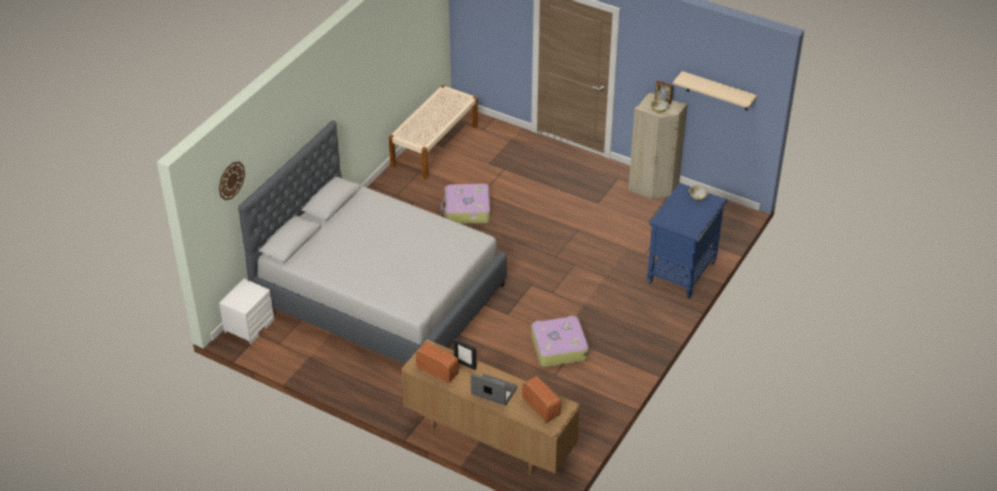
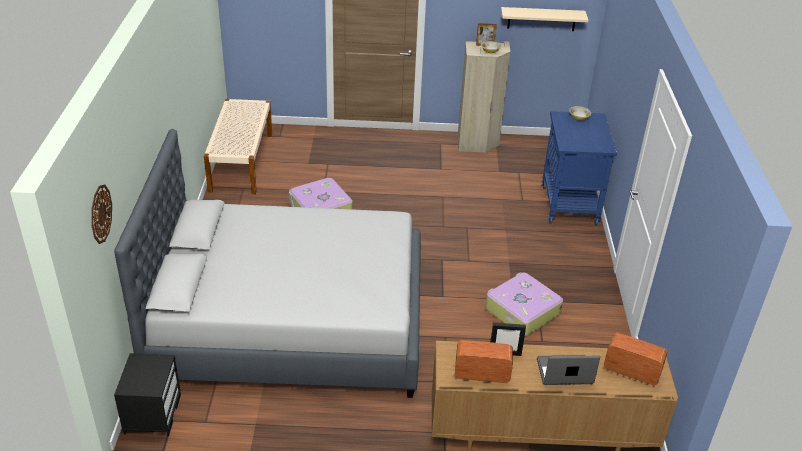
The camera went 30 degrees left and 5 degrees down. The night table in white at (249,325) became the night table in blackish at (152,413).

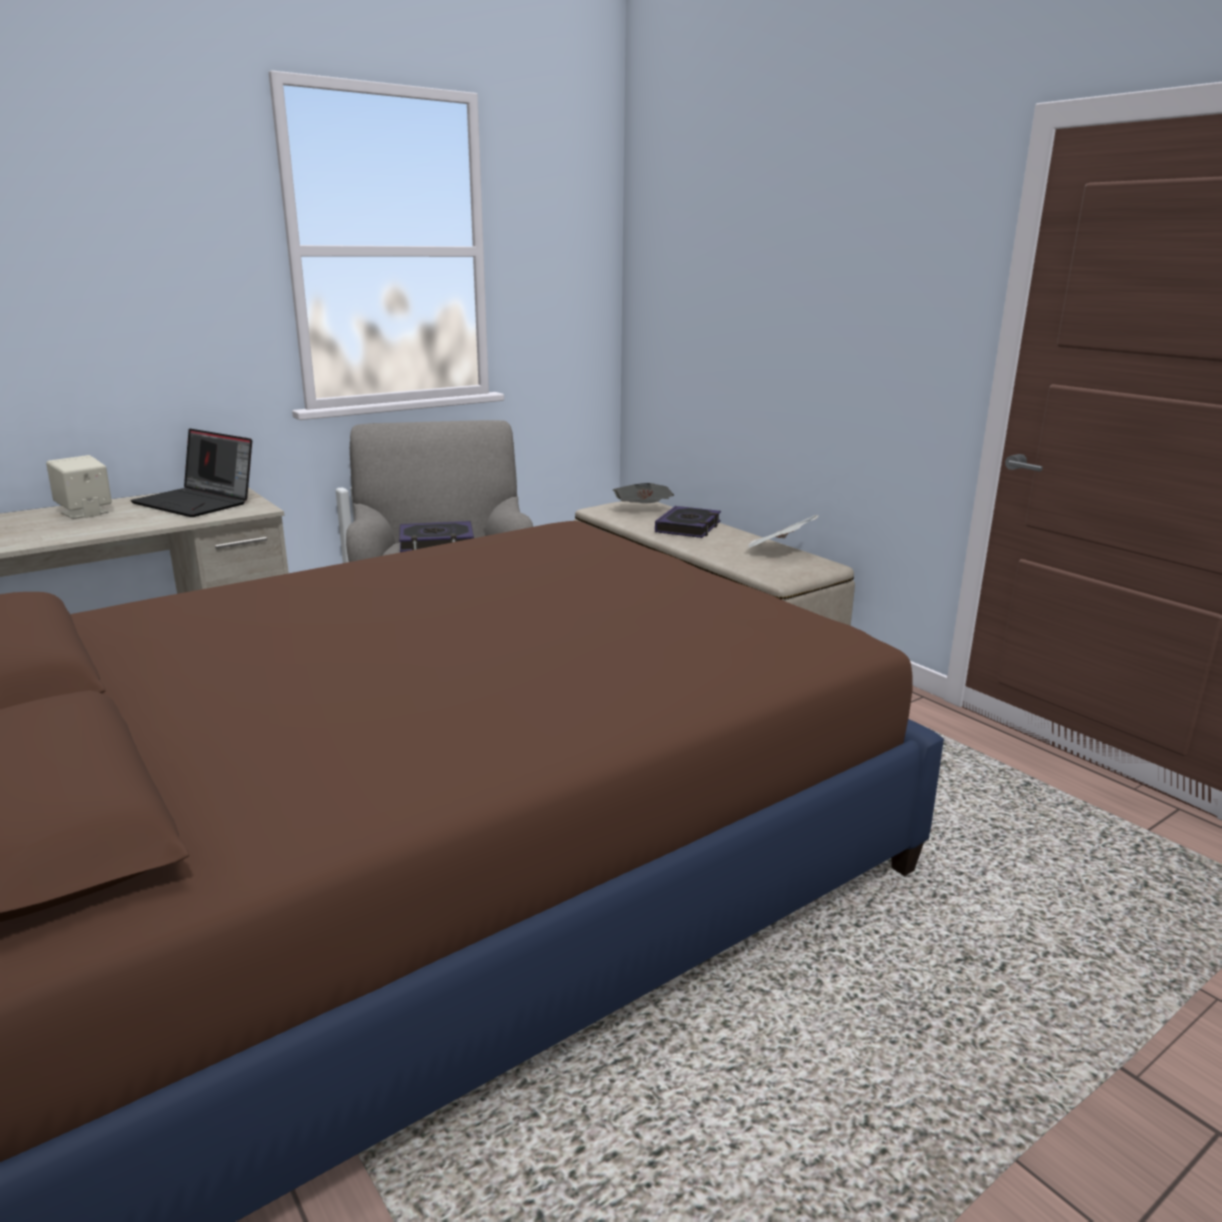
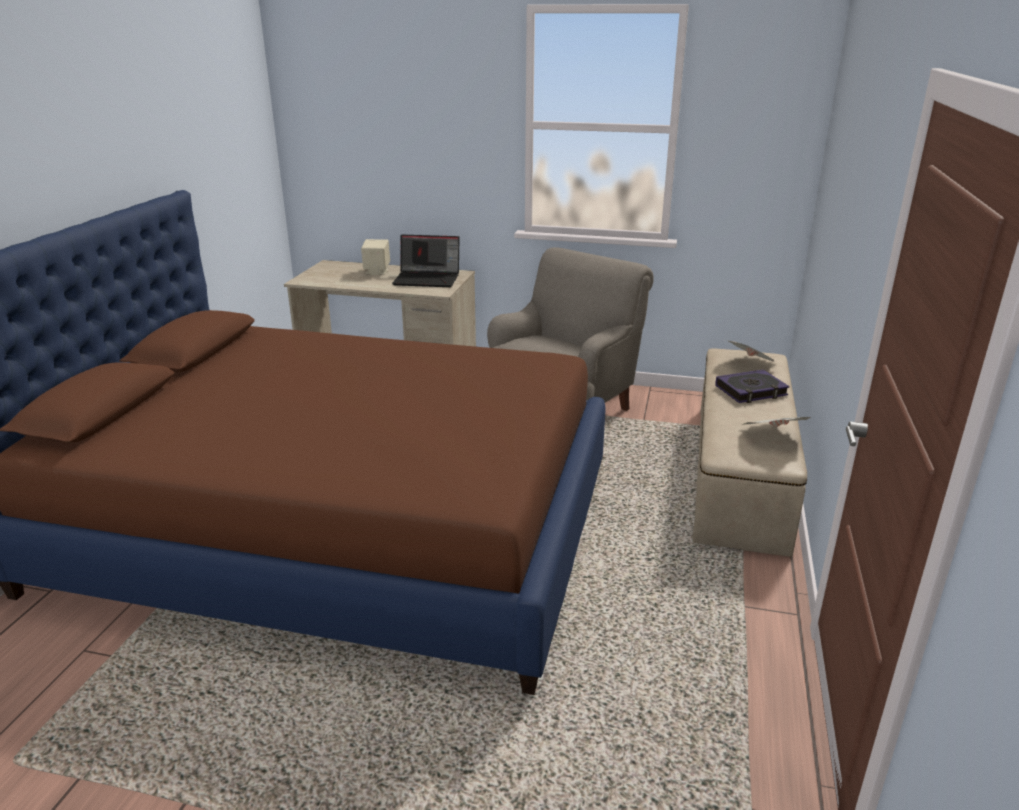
The camera went 50 degrees right and 5 degrees up. The volume at (436,543) disappeared. The notebook computer at (198,502) turned 75 degrees counterclockwise.

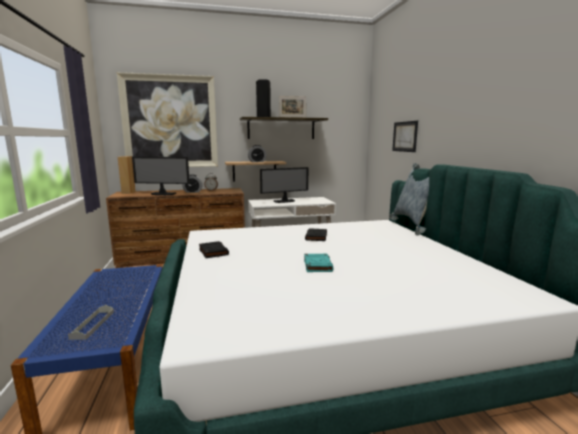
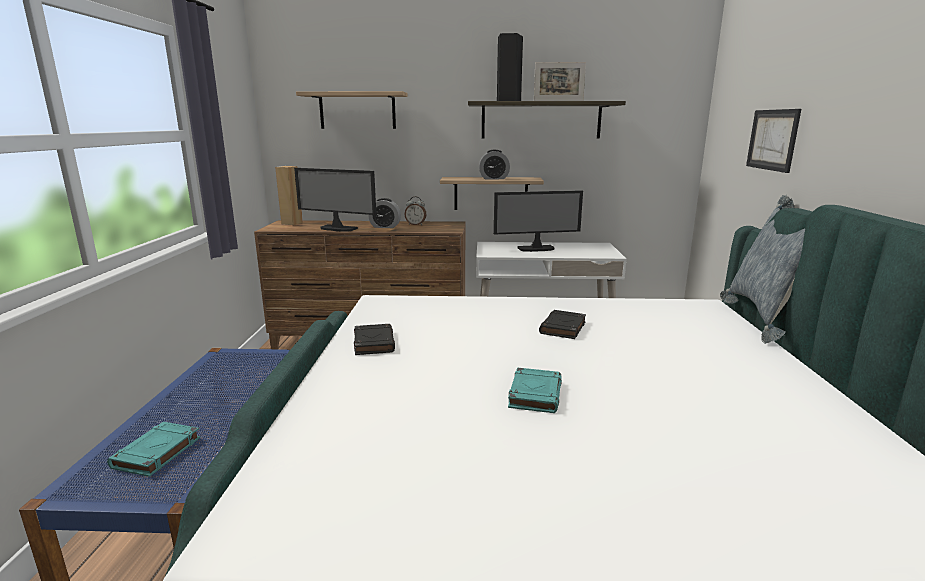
The camera went 15 degrees right and 5 degrees up. The serving tray in gray at (93,325) was replaced by the volume in blue-green at (156,453). The wall art at (170,122) was replaced by the bracket shelf at (357,111).

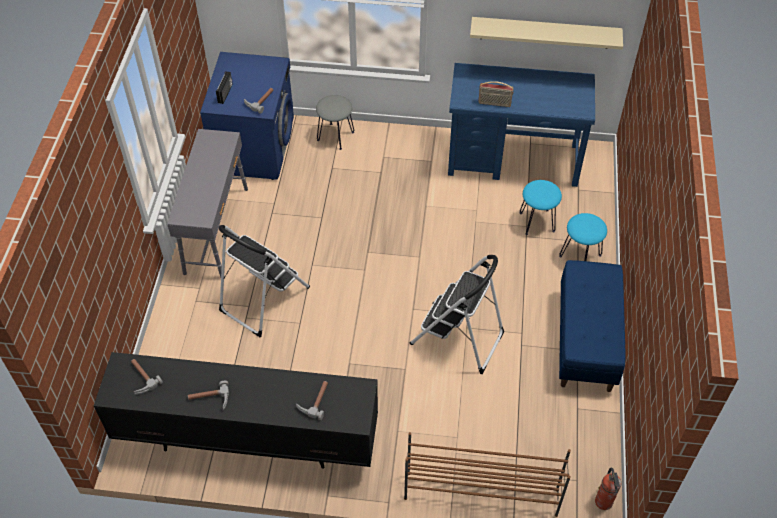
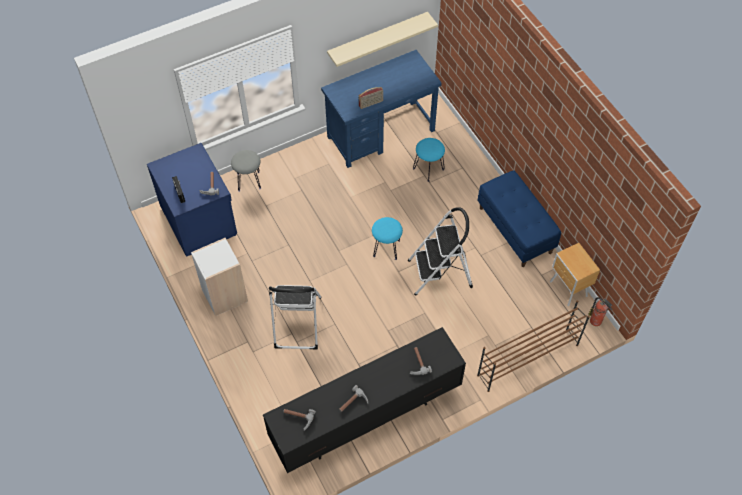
The camera went 35 degrees left and 5 degrees up. The night table in brown-coloured at (568,290) appeared. The stool seat in blue-green moved from (580,256) to (386,248). The hall table in gray at (217,230) was replaced by the bookshelf at (224,295).

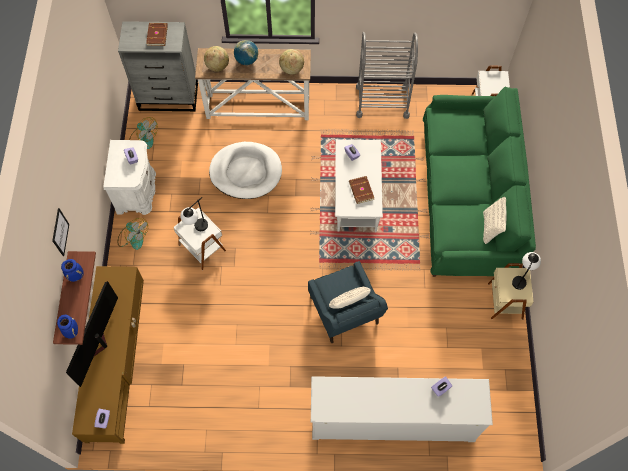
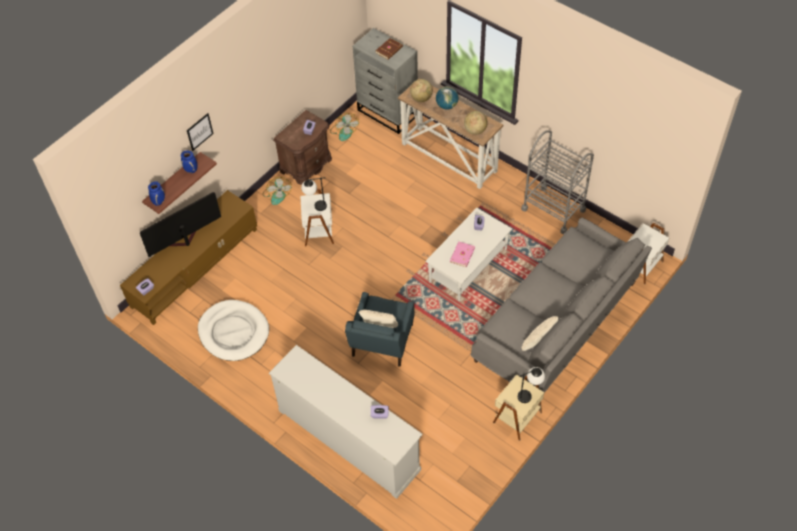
The camera went 40 degrees right and 10 degrees down. The pet bed in white moved from (246,172) to (234,332). The night table in white at (137,191) became the night table in brown-coloured at (308,165). The volume in brown-coloured at (361,191) became the volume in pinkish at (461,255). The couch in greenish at (467,198) became the couch in gray at (557,323).

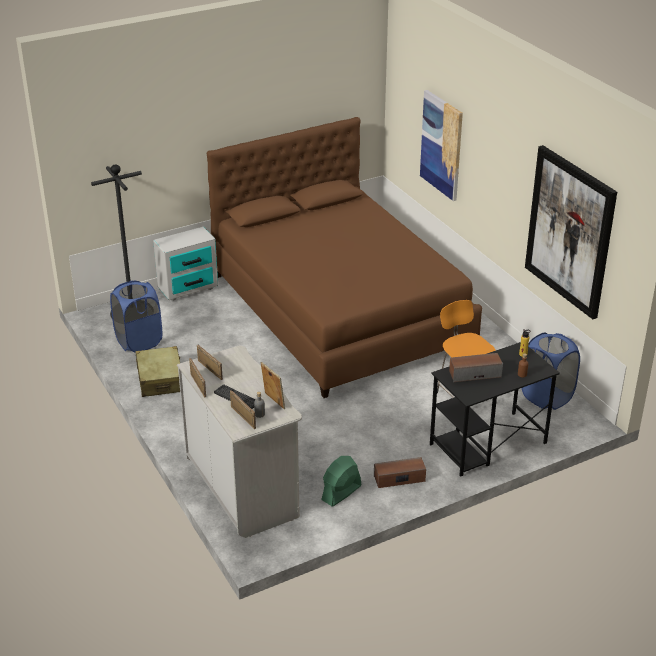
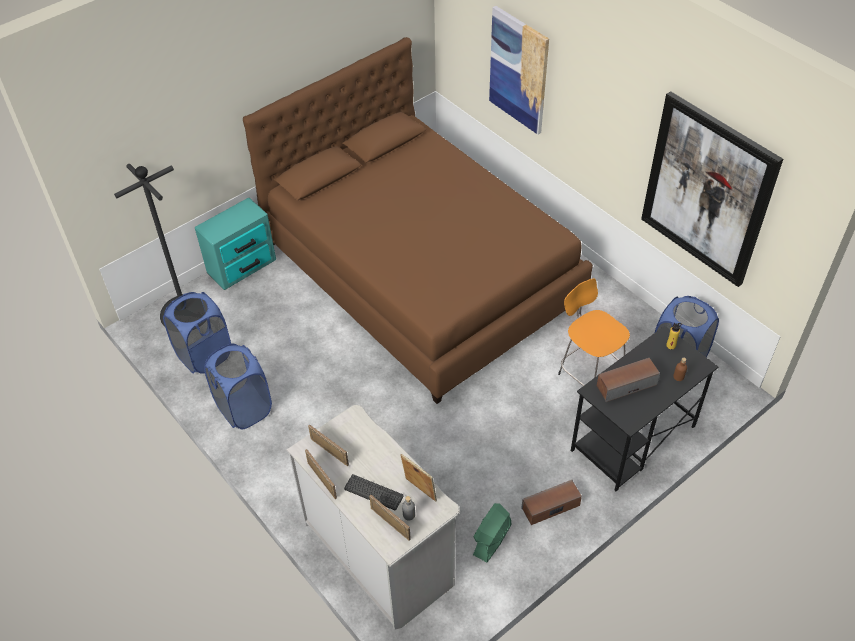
The camera went 10 degrees left and 15 degrees up. The suitcase in sand-coloured at (160,379) was replaced by the hamper in bluish at (244,408). The night table in white at (189,290) became the night table in blue-green at (243,270).

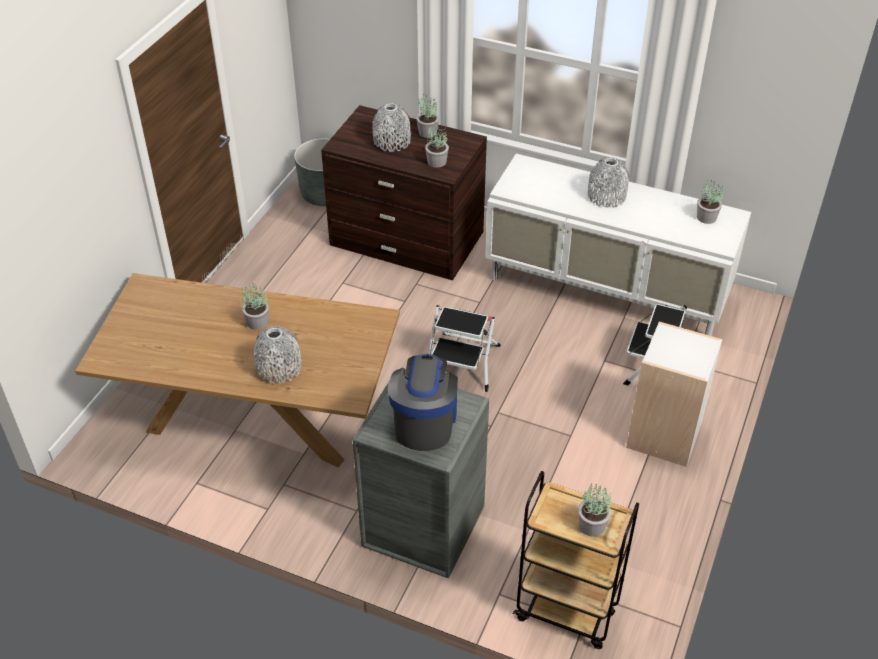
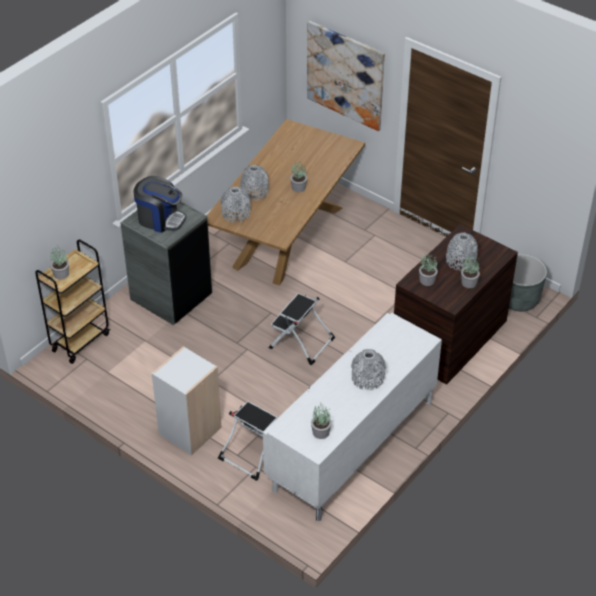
The camera went 105 degrees right and 0 degrees up. The flower vase in gray at (236,214) appeared. The wall art at (345,75) appeared.

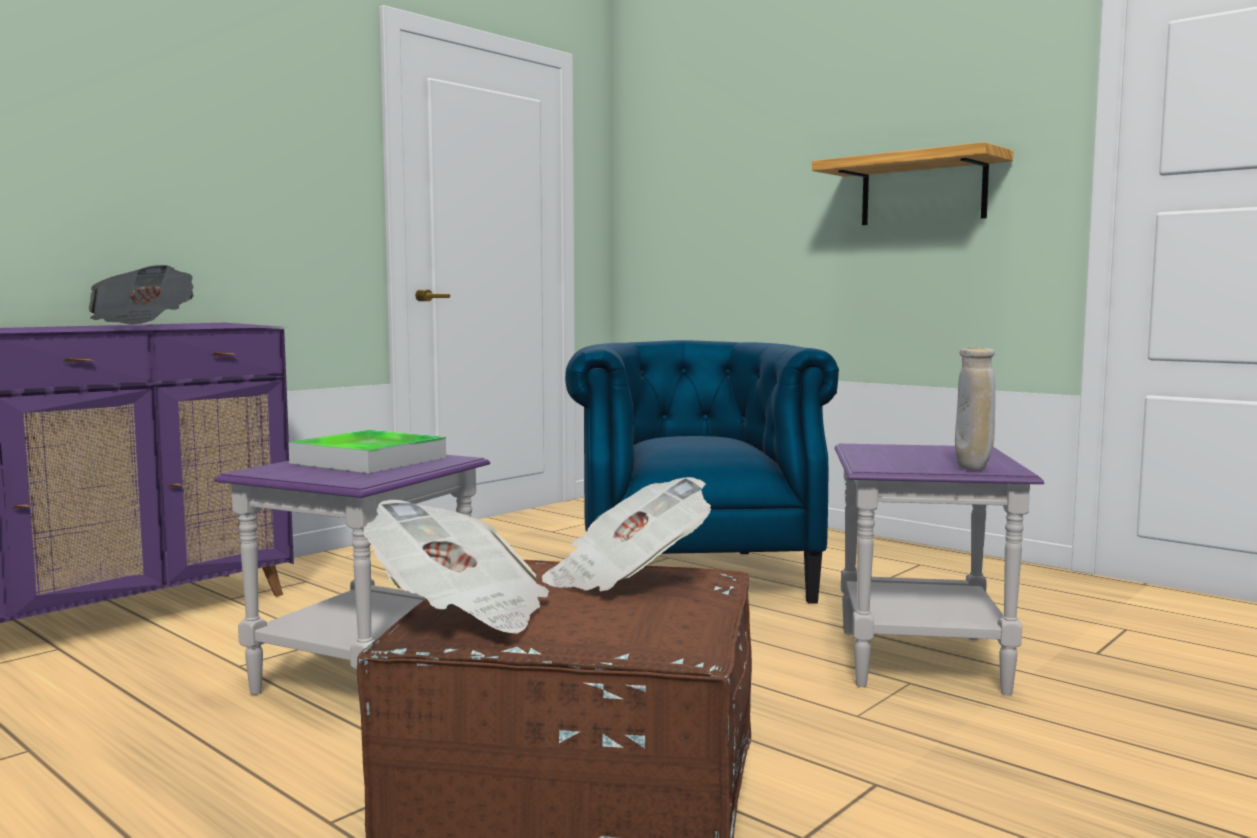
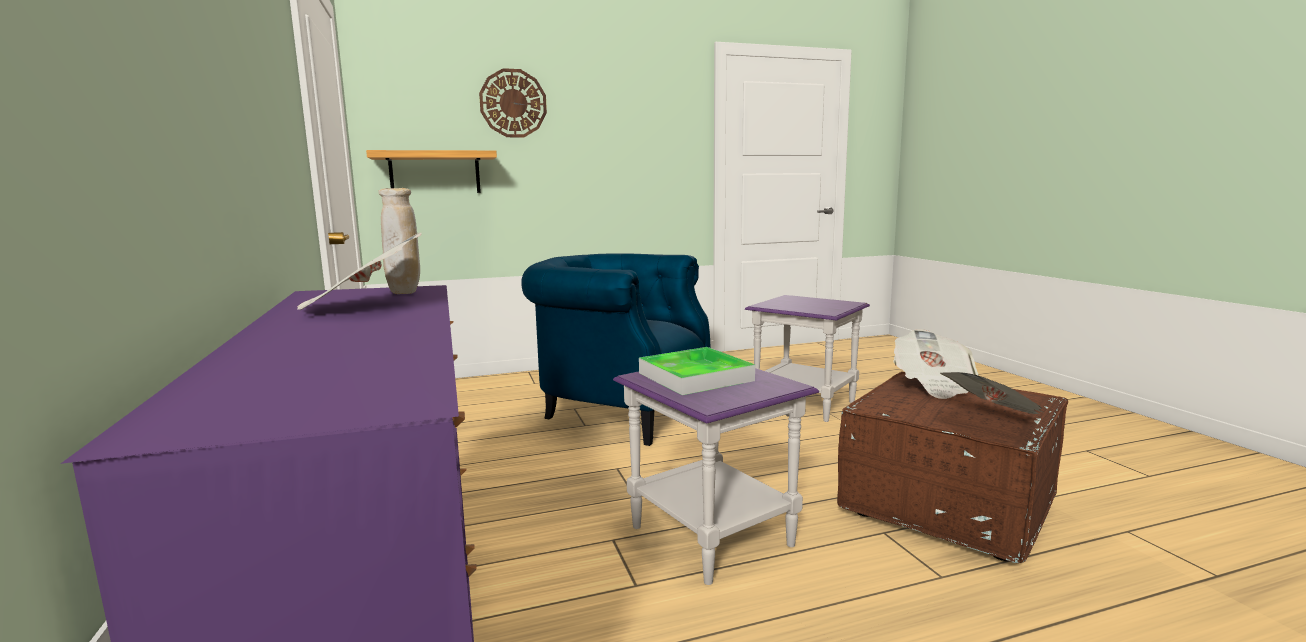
The camera went 60 degrees left and 5 degrees up. The wall clock at (513,103) appeared. The bracket shelf moved from (923,190) to (435,173). The flower vase in sand-coloured moved from (973,469) to (405,293).

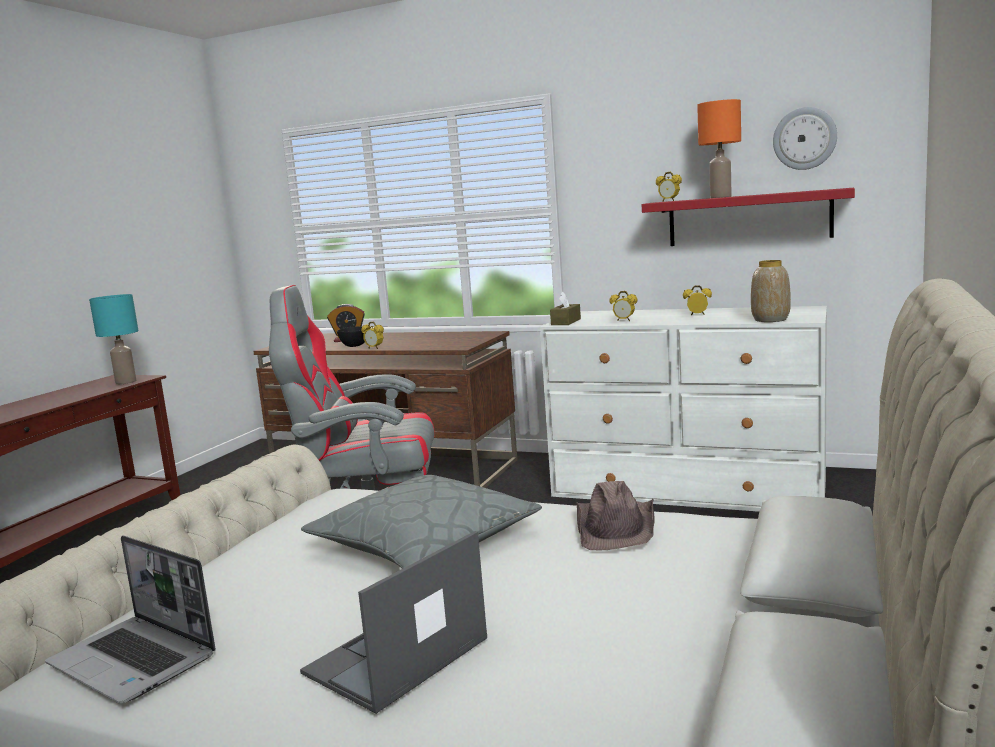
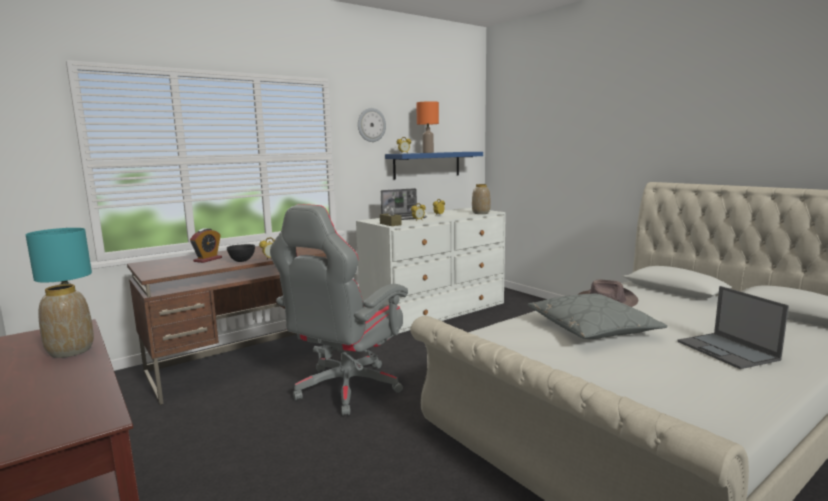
The camera went 60 degrees left and 0 degrees up. The flower vase at (70,351) appeared. The notebook computer moved from (135,660) to (404,218). The wall clock moved from (804,138) to (371,125). The bracket shelf in reddish at (748,218) became the bracket shelf in bluish at (427,165).

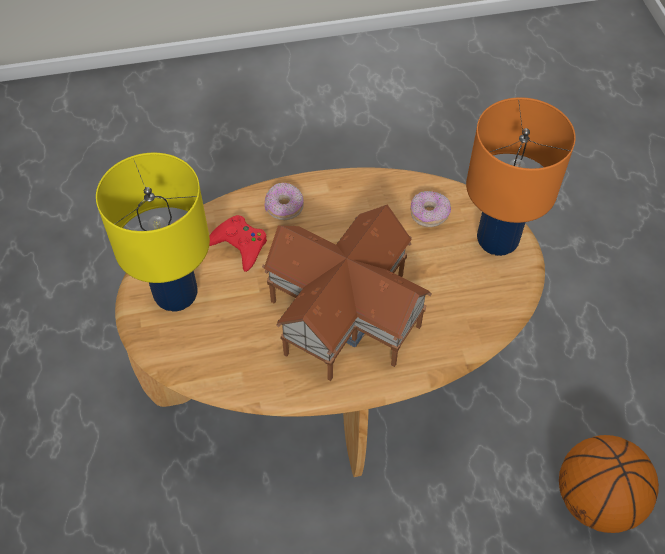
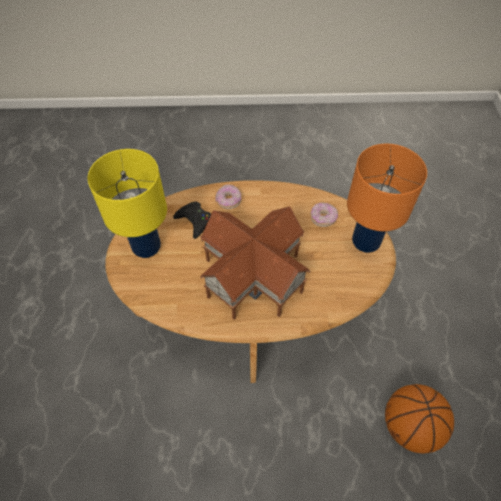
The camera went 10 degrees right and 0 degrees up. The joypad in reddish at (240,245) became the joypad in blackish at (194,221).

